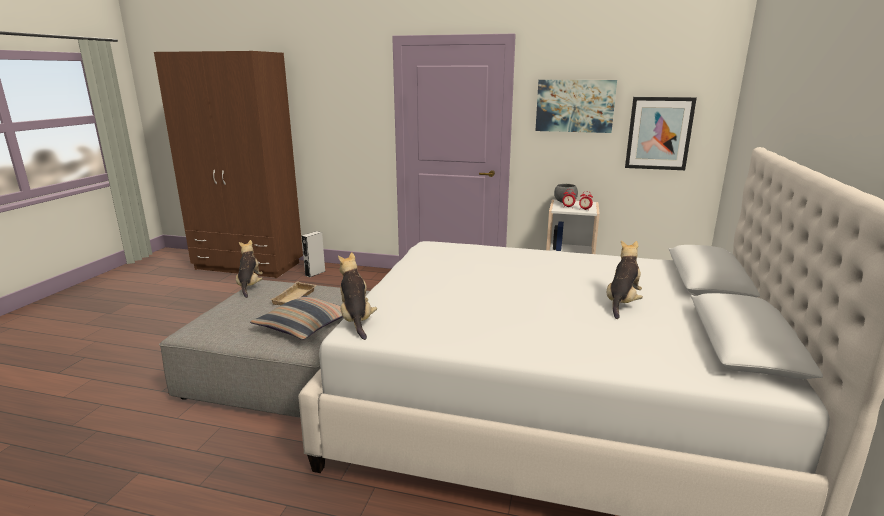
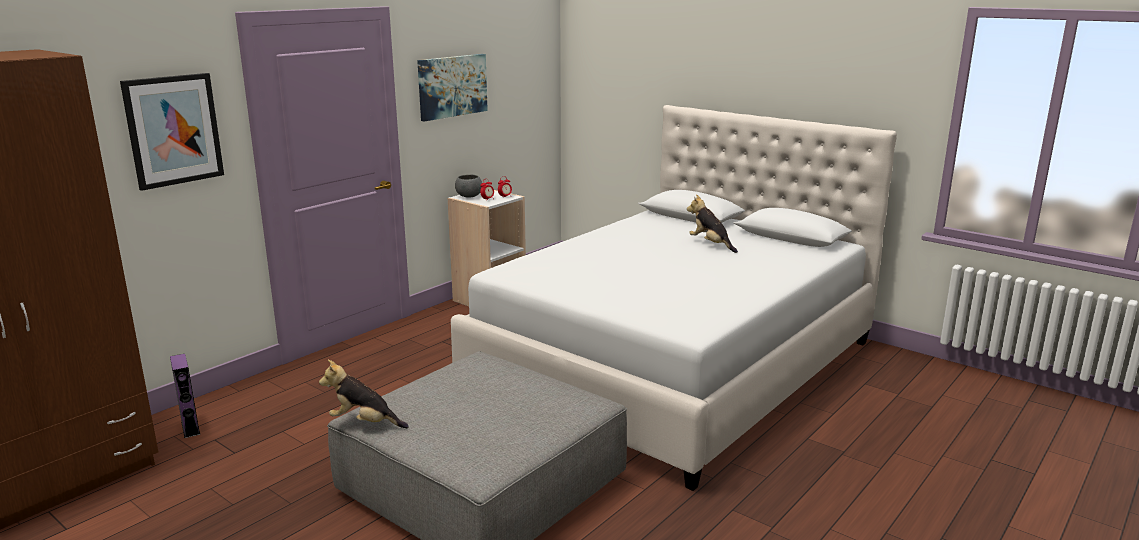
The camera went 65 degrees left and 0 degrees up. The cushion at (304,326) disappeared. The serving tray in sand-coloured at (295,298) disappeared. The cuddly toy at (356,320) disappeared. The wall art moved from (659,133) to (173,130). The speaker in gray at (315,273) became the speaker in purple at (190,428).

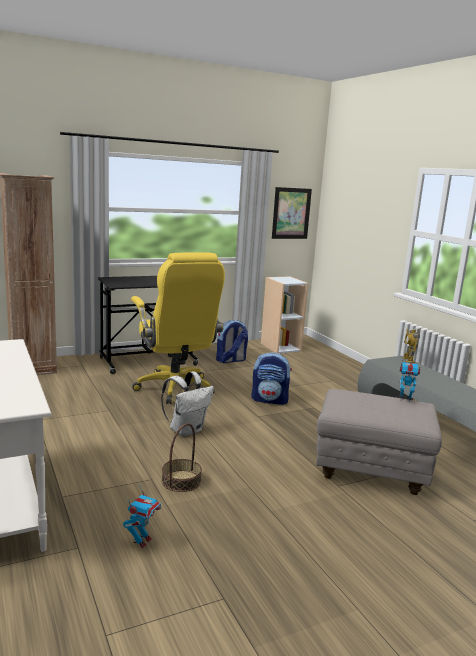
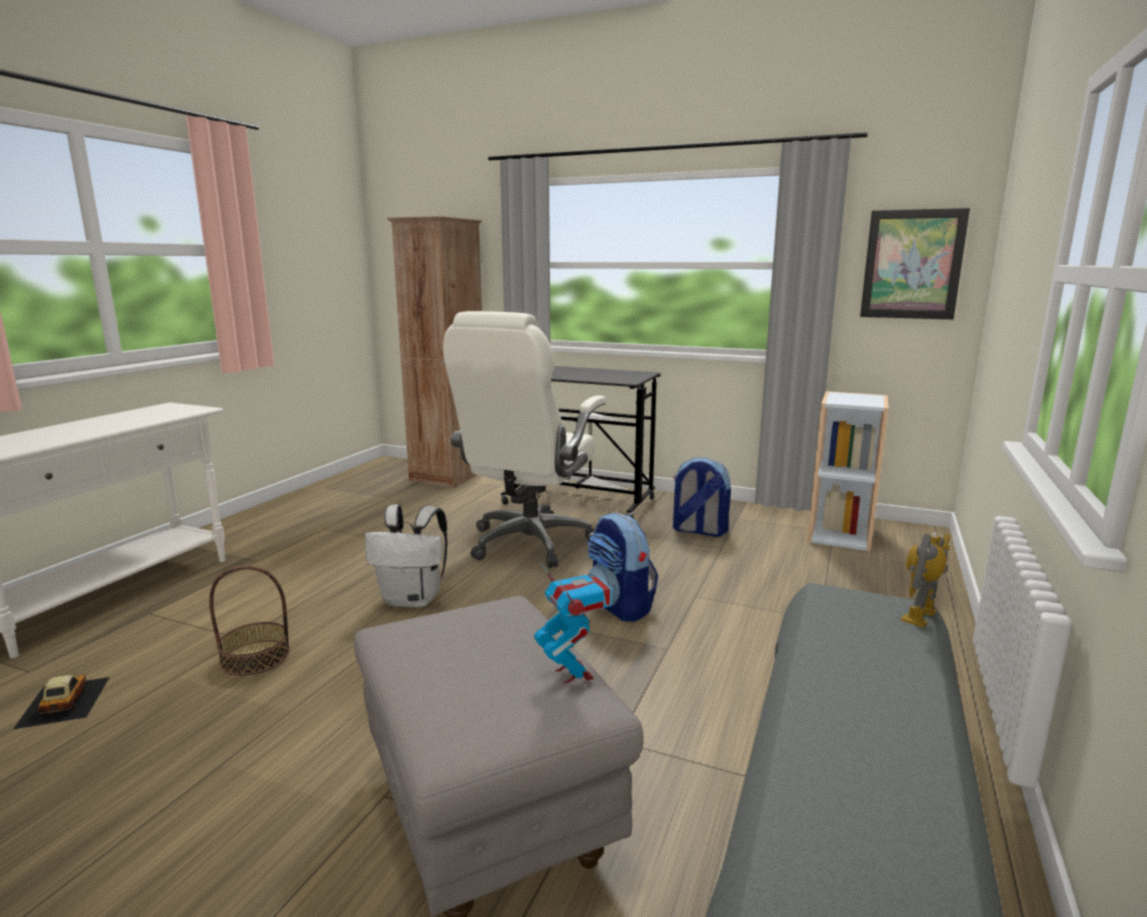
The camera went 50 degrees right and 0 degrees up. The robot figure at (142,541) was replaced by the miniature car at (63,702). The desk chair in yellow-coloured at (175,389) became the desk chair in white at (529,543).

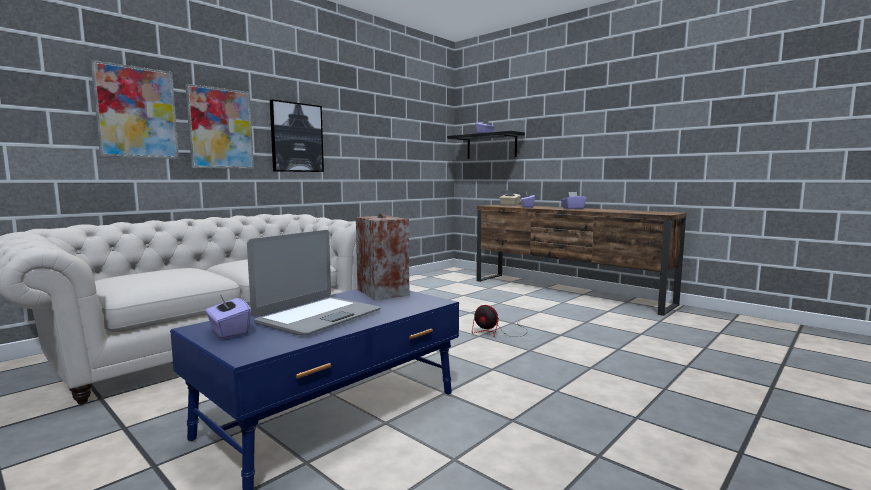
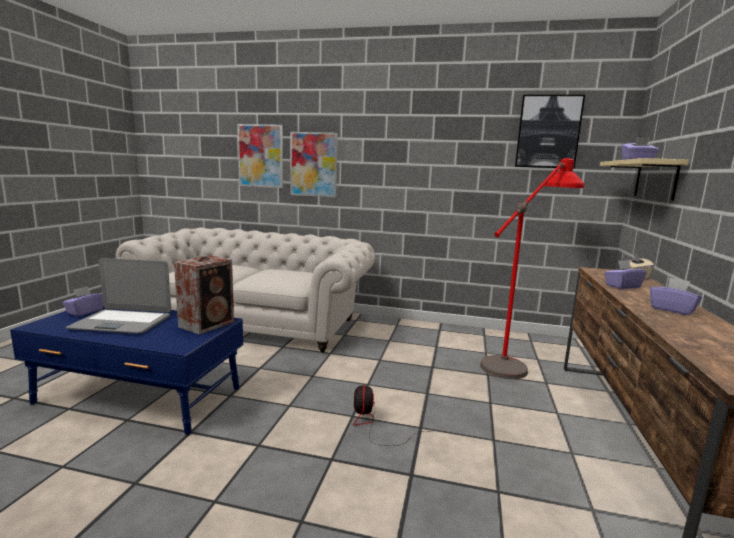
The camera went 60 degrees right and 5 degrees up. The standard lamp in reddish at (519,359) appeared. The wall art moved from (296,137) to (548,132). The bracket shelf in blackish at (491,146) became the bracket shelf in sand-coloured at (655,179).

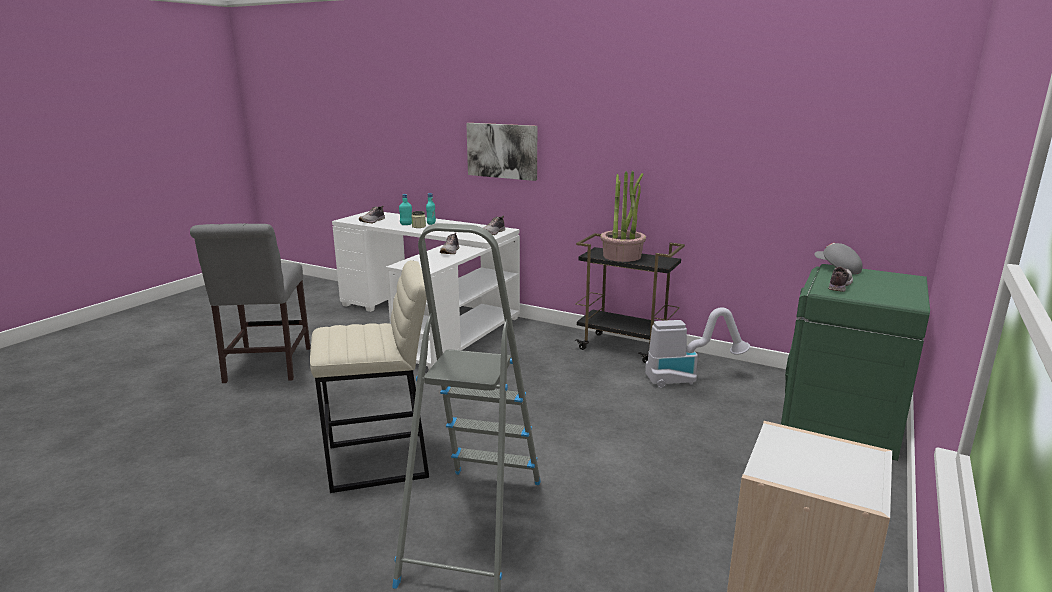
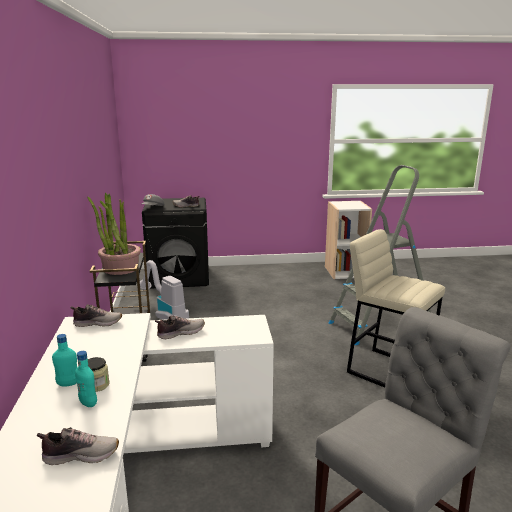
The camera went 125 degrees left and 0 degrees up. The wall art at (502,151) disappeared. The washing machine in greenish at (839,420) became the washing machine in blackish at (180,278).

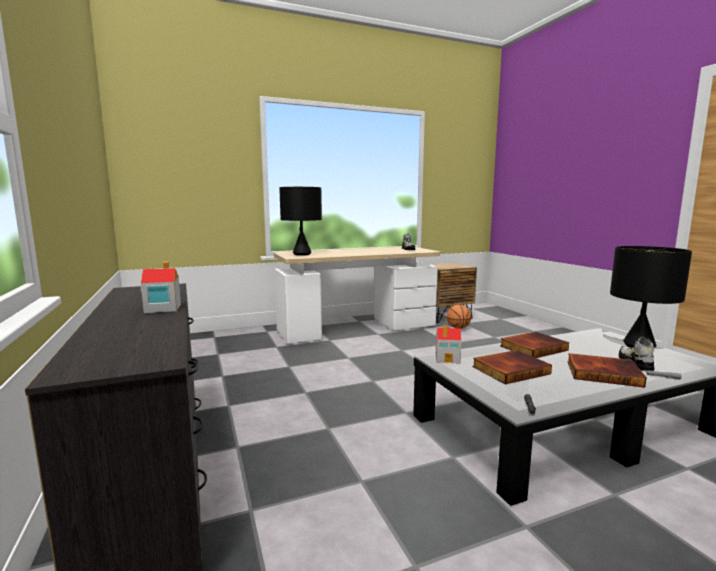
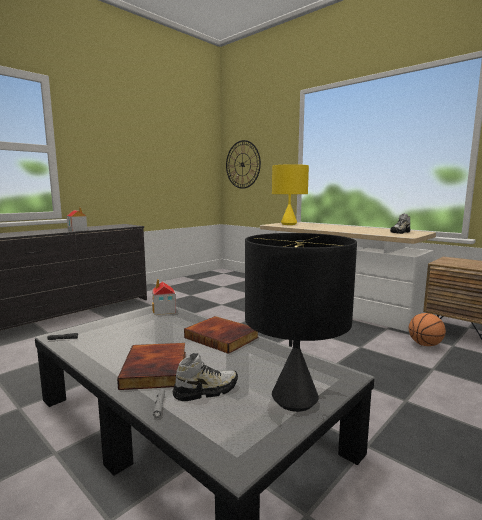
The camera went 65 degrees right and 0 degrees up. The volume at (510,369) disappeared. The wall clock at (242,164) appeared. The tabletop lamp in blackish at (302,254) became the tabletop lamp in yellow-coloured at (289,224).

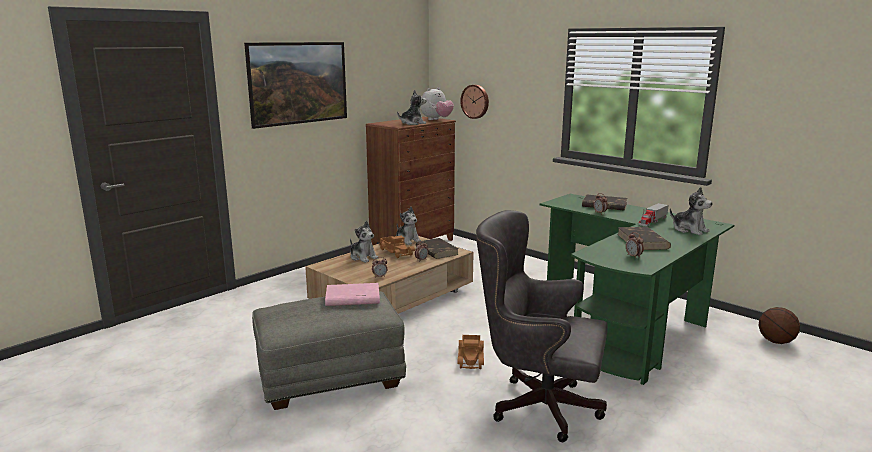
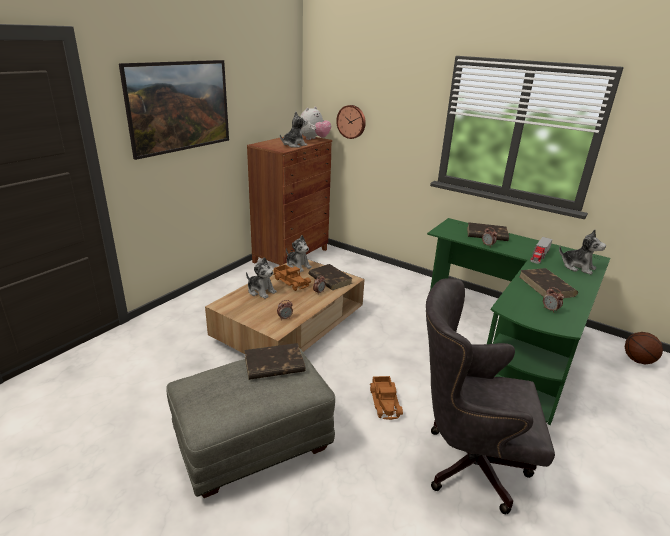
The camera went 10 degrees left and 10 degrees up. The volume in pinkish at (352,298) became the volume in brown-coloured at (273,364).

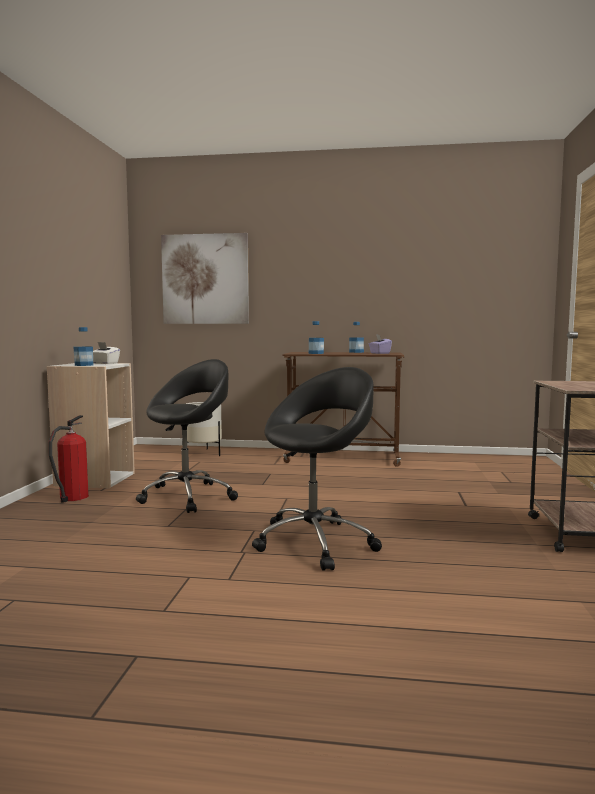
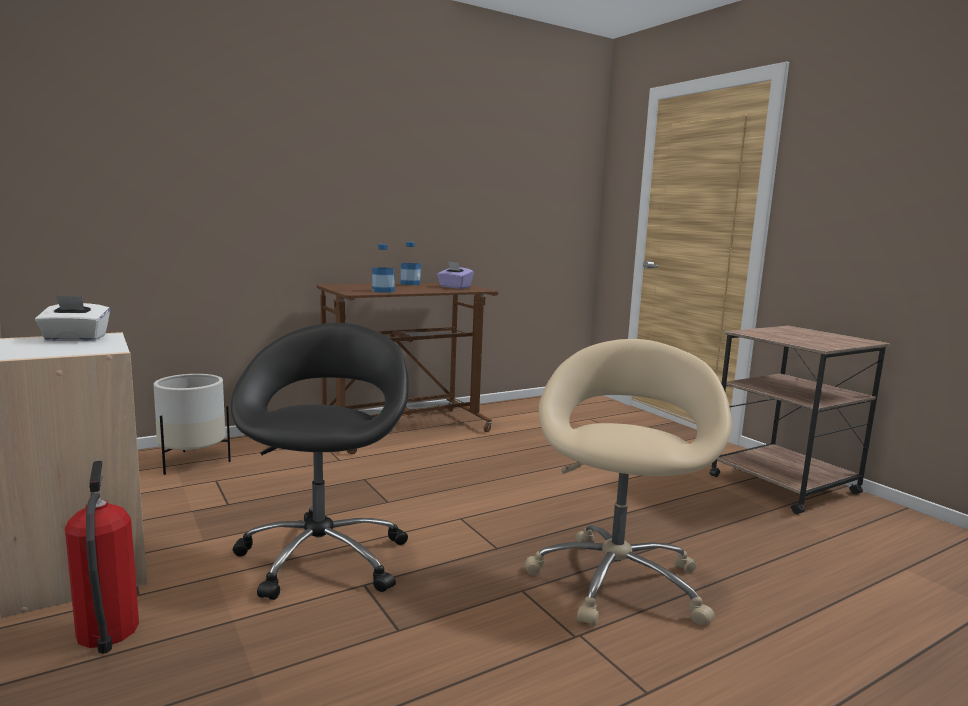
The camera went 40 degrees left and 5 degrees up. The bottle at (84,365) disappeared. The wall art at (205,279) disappeared. The desk chair in blackish at (317,542) became the desk chair in sand-coloured at (617,581).

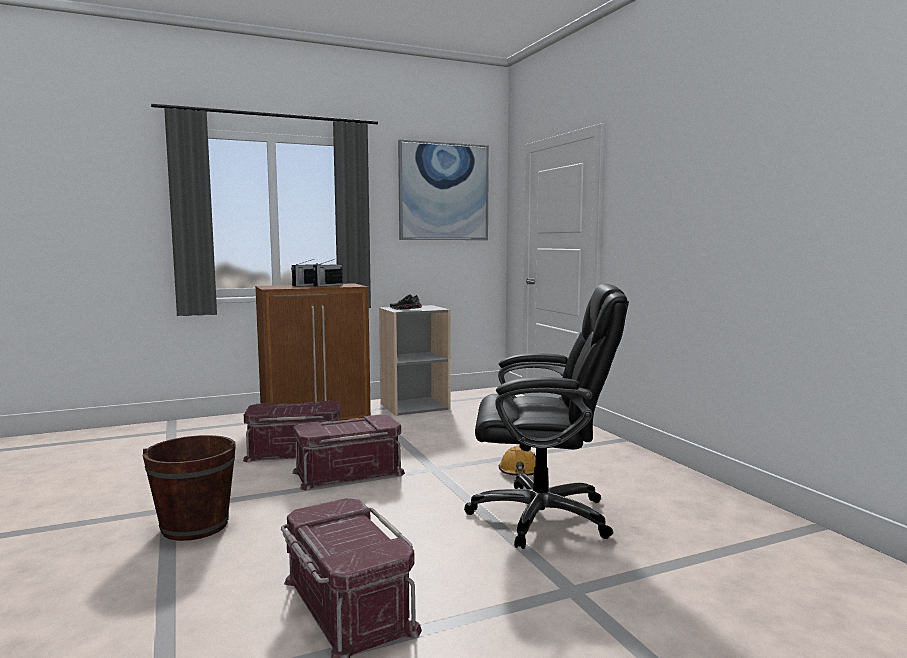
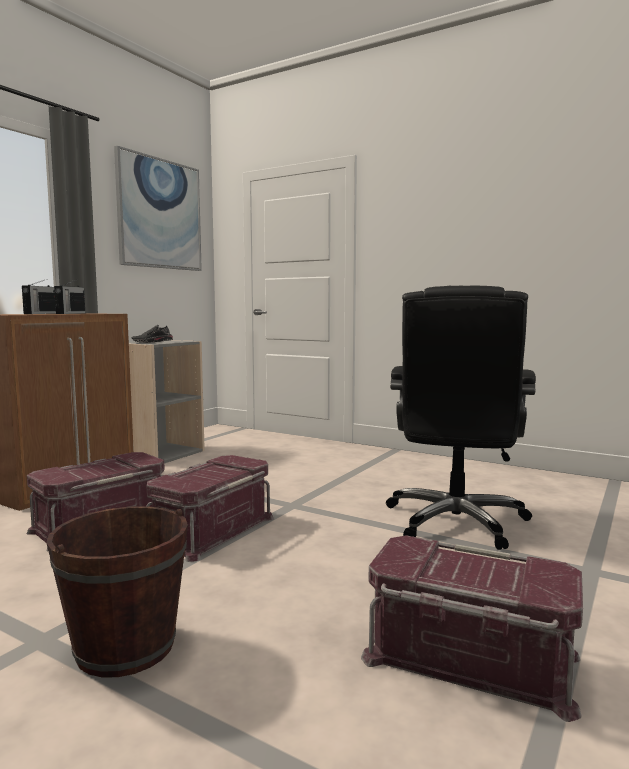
The camera went 35 degrees left and 0 degrees up. The work helmet in orange-coloured at (519,471) disappeared. The desk chair in blackish at (541,516) turned 135 degrees clockwise.

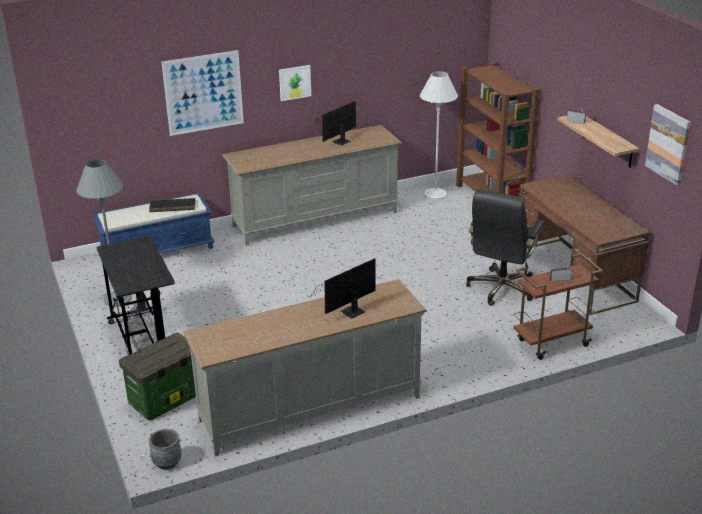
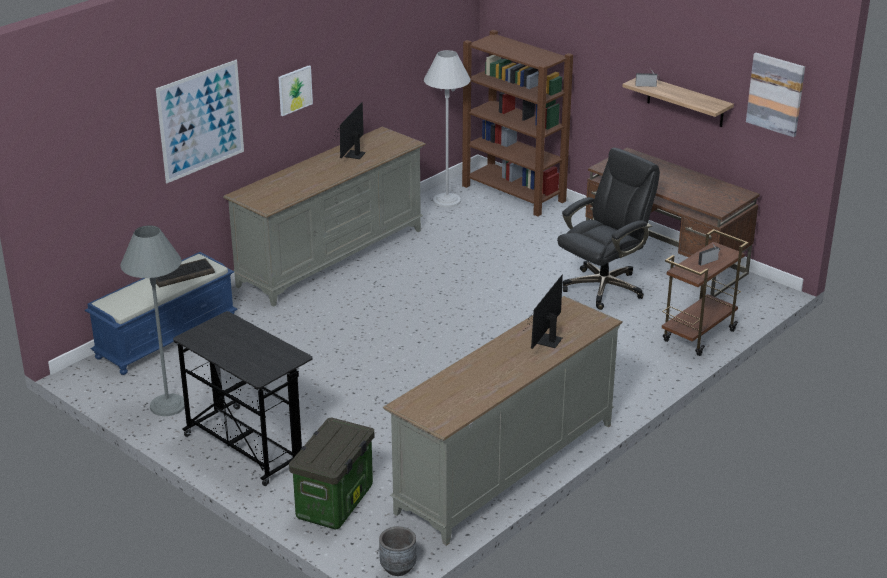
The camera went 25 degrees left and 0 degrees up. The desk chair in blackish at (502,287) turned 135 degrees counterclockwise.

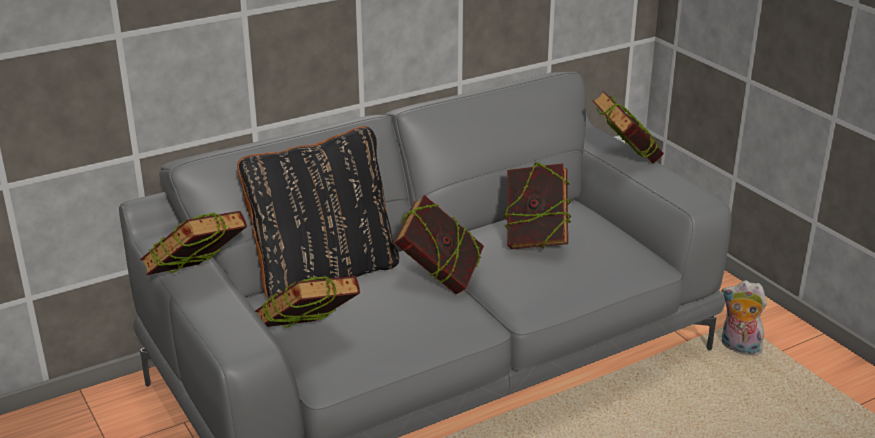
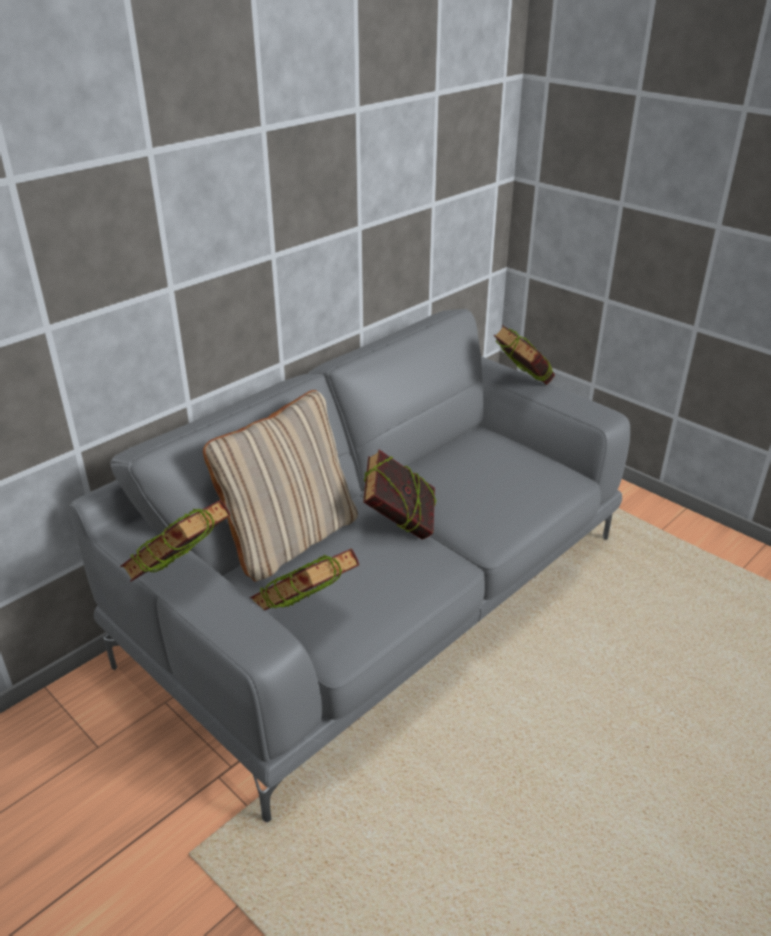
The camera went 15 degrees left and 5 degrees up. The volume at (535,240) disappeared. The cuddly toy at (738,349) disappeared. The cushion in blackish at (324,274) became the cushion in sand-coloured at (290,539).

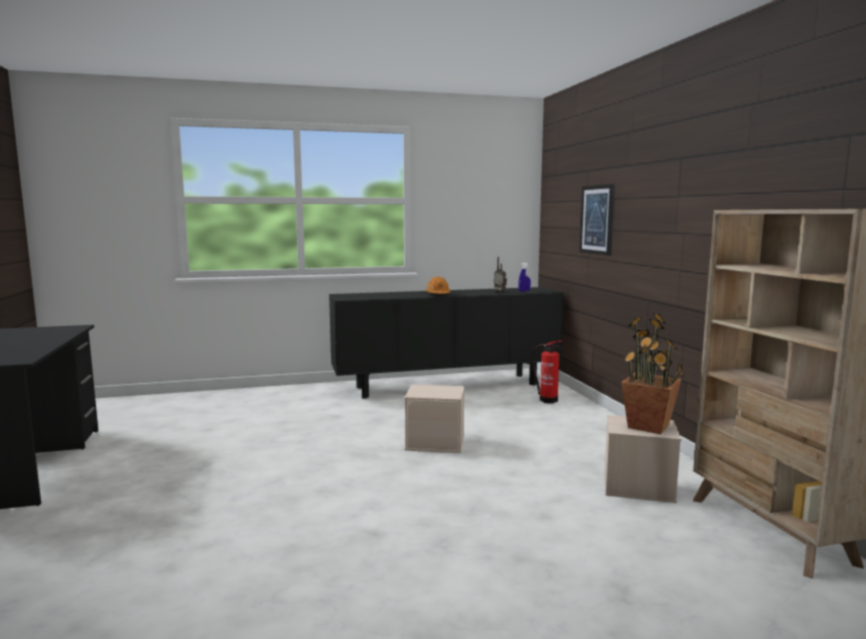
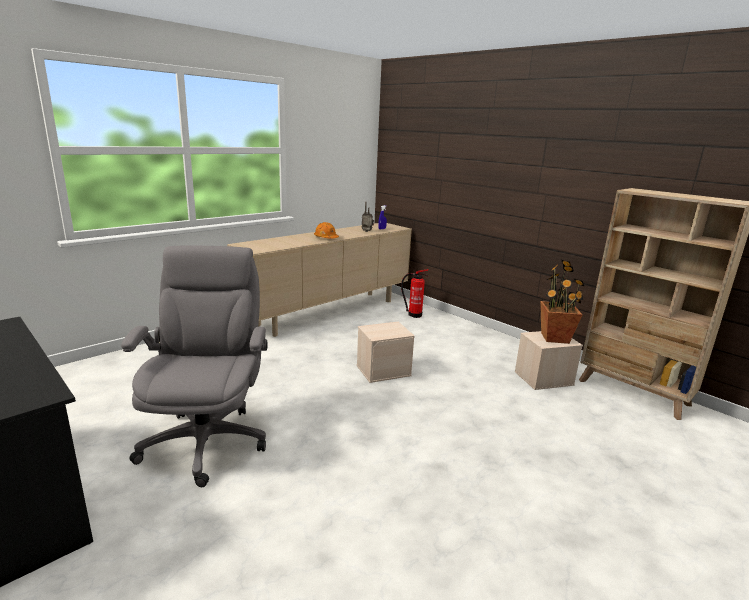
The camera went 30 degrees left and 10 degrees up. The wall art at (597,219) disappeared. The desk chair in gray at (208,438) appeared. The cabinet in blackish at (447,385) became the cabinet in sand-coloured at (328,312).

